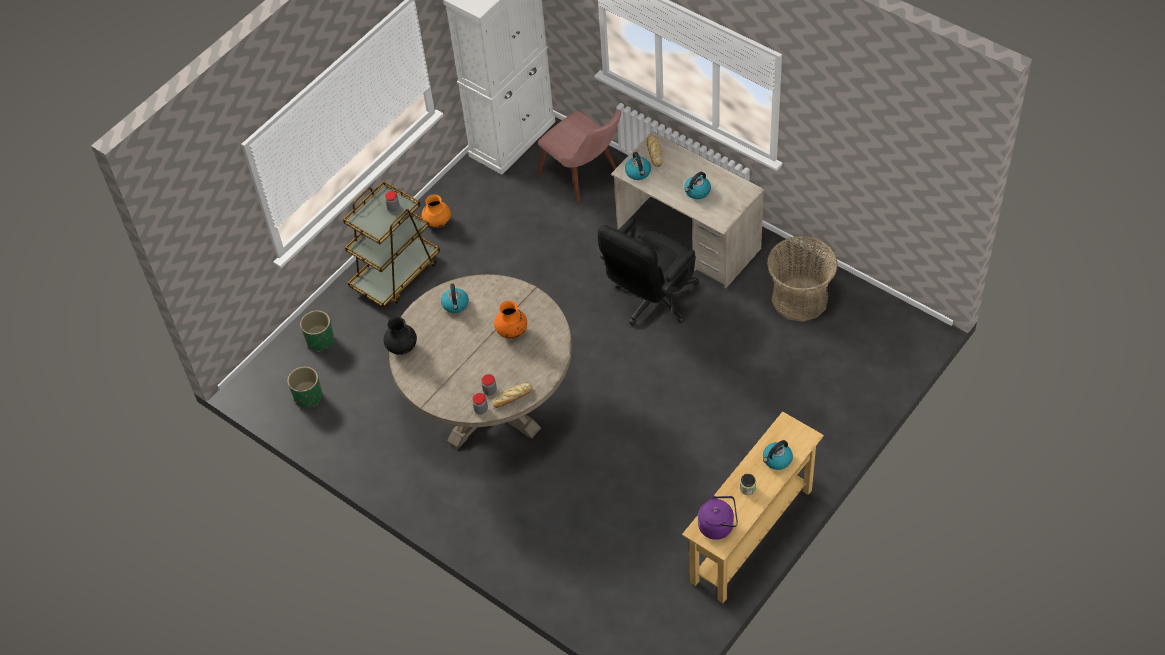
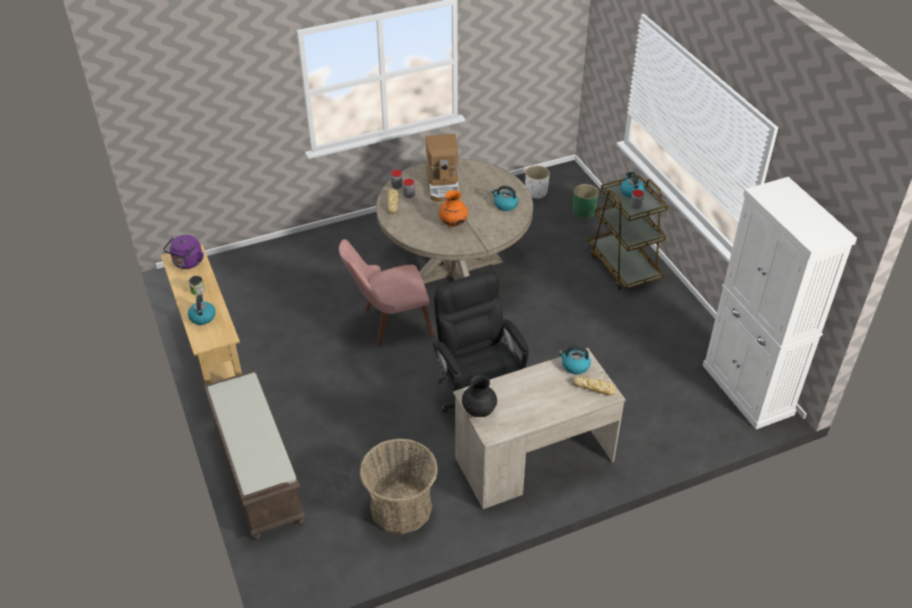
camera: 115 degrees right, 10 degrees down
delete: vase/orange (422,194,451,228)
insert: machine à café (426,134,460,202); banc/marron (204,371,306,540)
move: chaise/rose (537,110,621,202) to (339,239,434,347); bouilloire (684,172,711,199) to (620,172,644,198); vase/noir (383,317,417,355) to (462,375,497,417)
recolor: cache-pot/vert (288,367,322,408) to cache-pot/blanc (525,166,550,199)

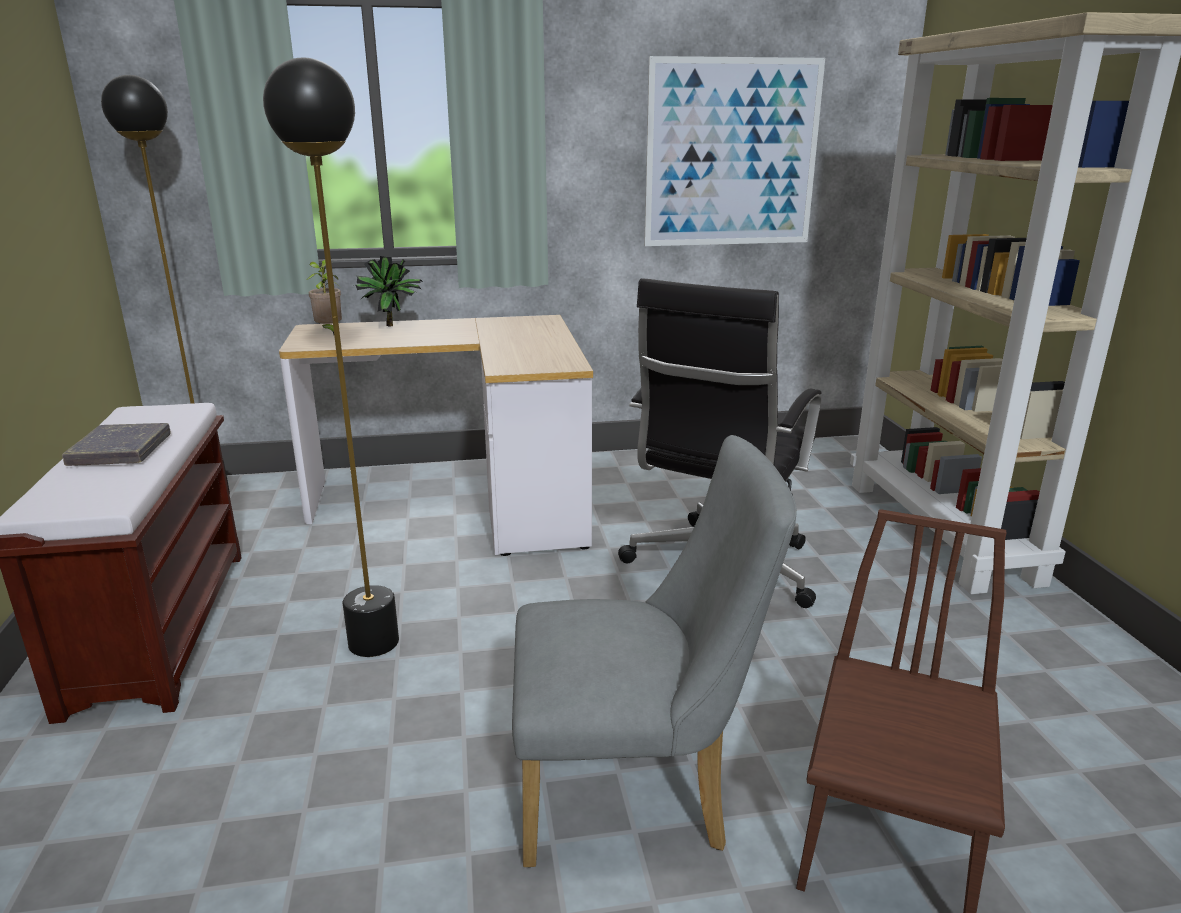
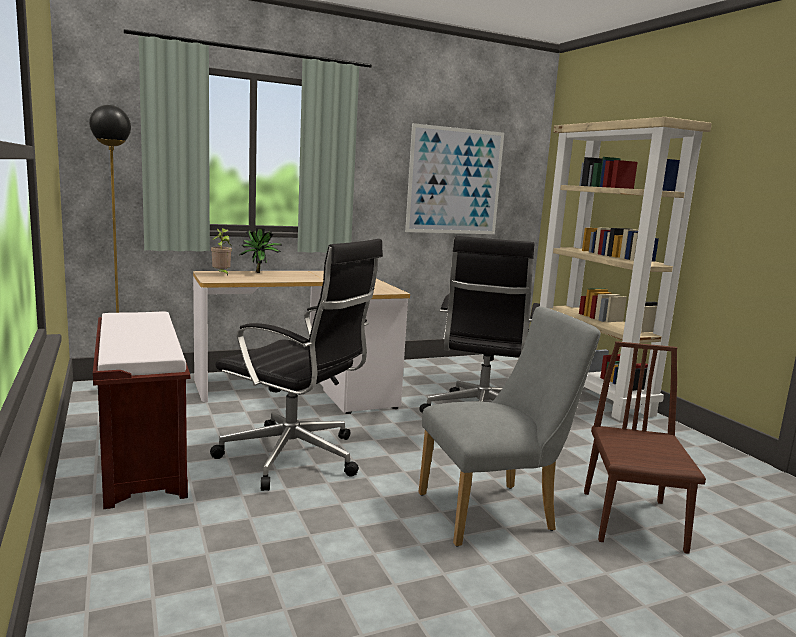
camera: 15 degrees left, 10 degrees down
delete: livre/gris (62,423,171,466)
replace: lampadaire/noir (263,57,399,657) to chaise de bureau/noir (210,239,383,491)

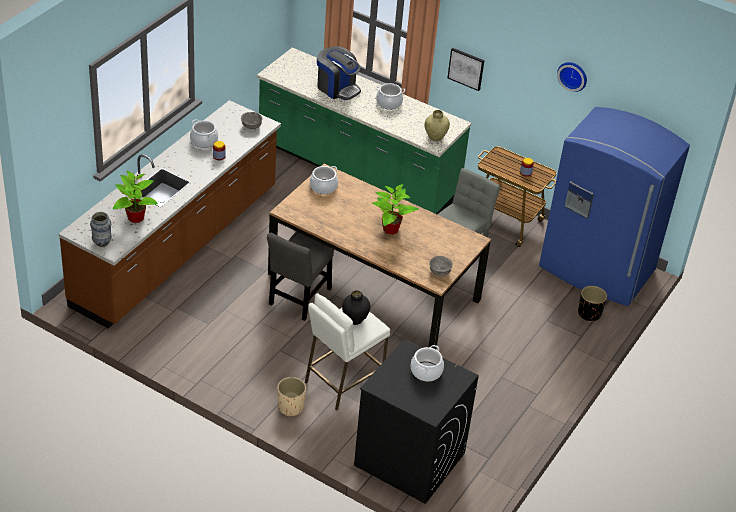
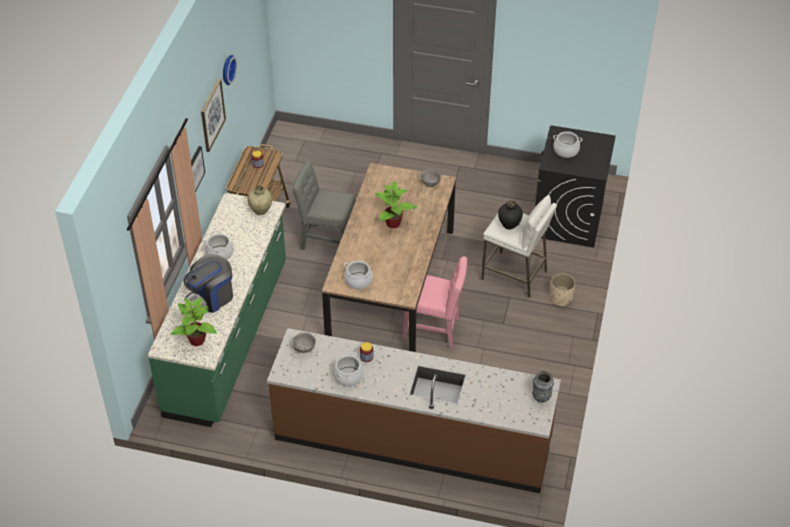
camera: 105 degrees left, 5 degrees up
delete: réfrigérateur/bleu (539,107,690,306); cache-pot/noir (578,286,607,322)
insert: tableau (201,79,226,152)
move: plante en pot (113,171,158,223) to (171,298,217,346)
recolor: chaise/gris (267,232,334,321) to chaise/rose (402,256,467,348)
rotate: machine à café (317,46,361,100) = (184,254,233,313) 150 degrees counterclockwise

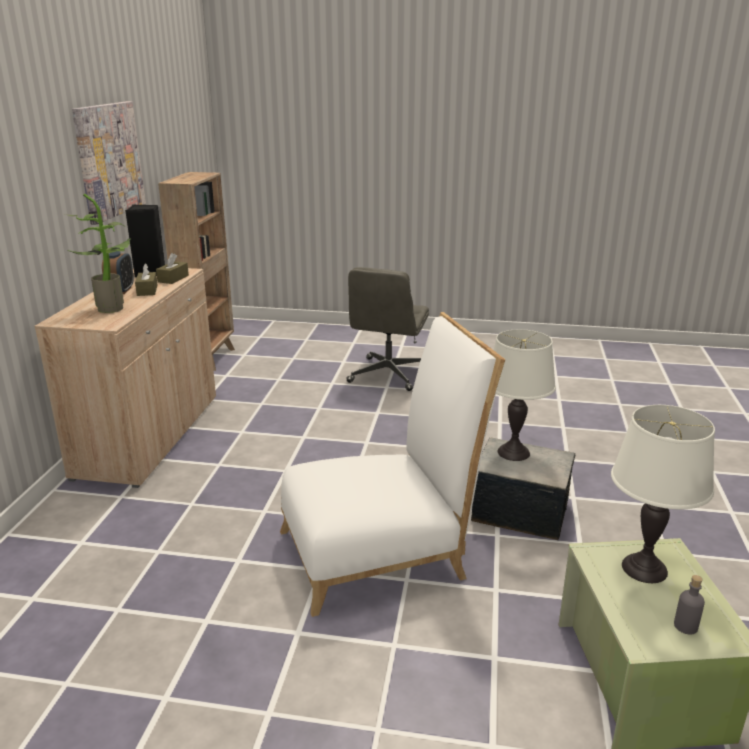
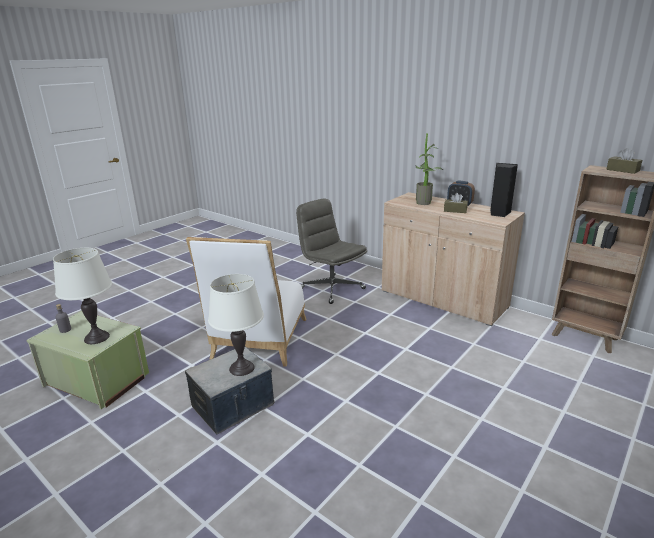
camera: 120 degrees right, 0 degrees up
delete: tableau (72,101,146,225)
move: boîte à mouchoirs/marron (156,253,189,284) to (606,148,642,174); chaise de bureau/gris (346,267,429,391) to (296,199,367,304)

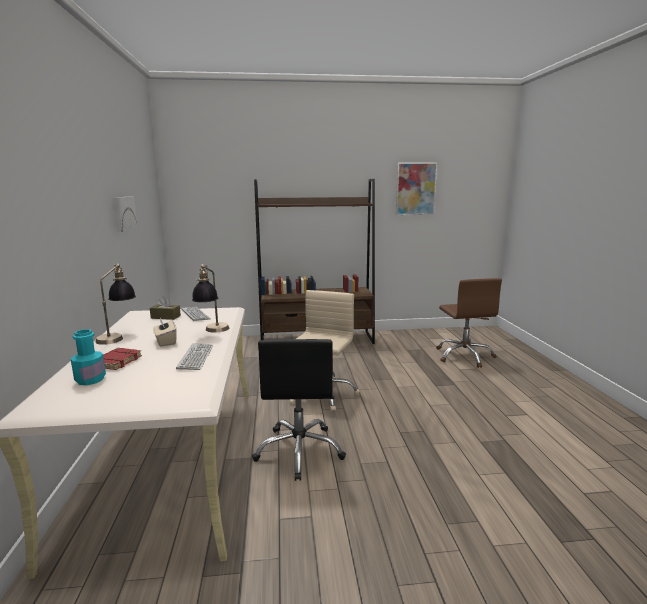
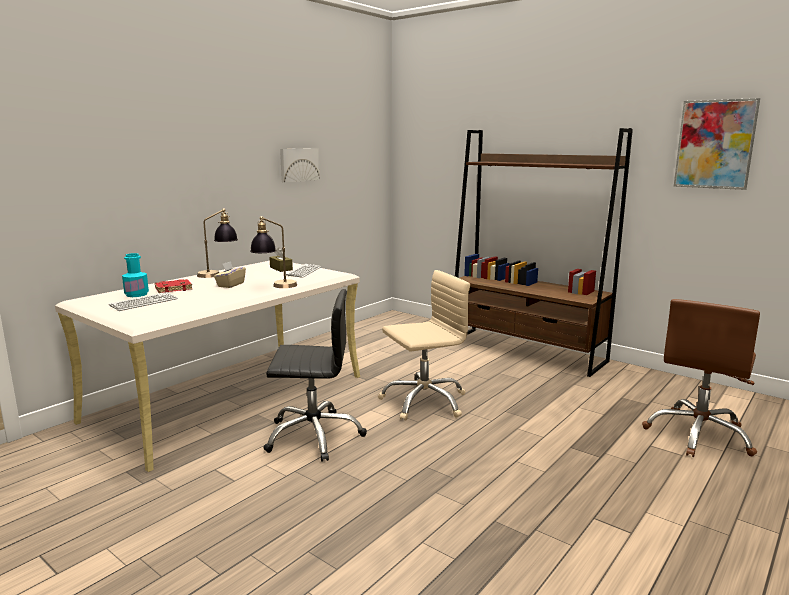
camera: 45 degrees right, 0 degrees up
move: clavier (176,343,213,370) to (109,292,178,311)
rotate: chaise de bureau/noir (252,339,346,481) = (263,289,367,461) 135 degrees counterclockwise

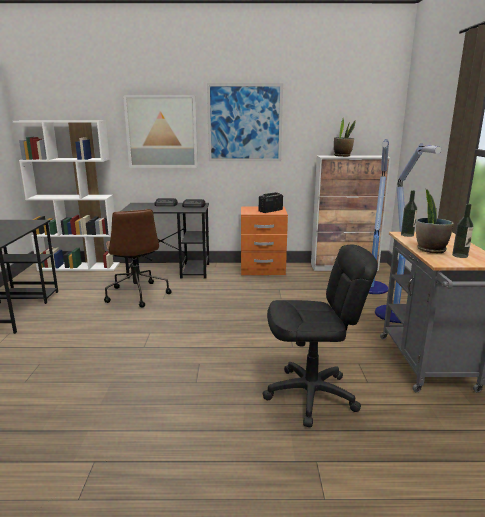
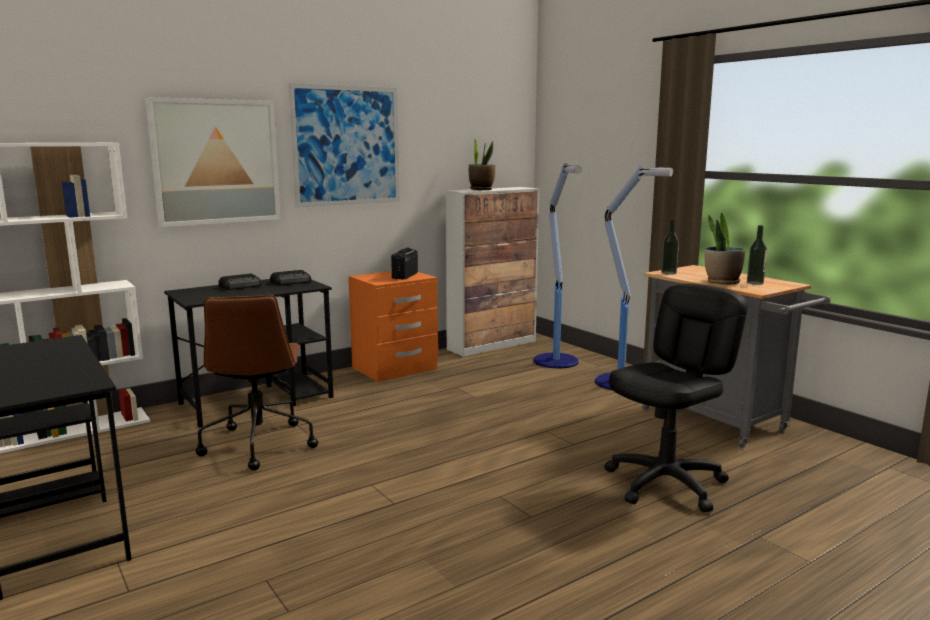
camera: 35 degrees left, 5 degrees down
rotate: chaise de bureau/marron (104,209,172,308) = (195,295,318,470) 45 degrees clockwise

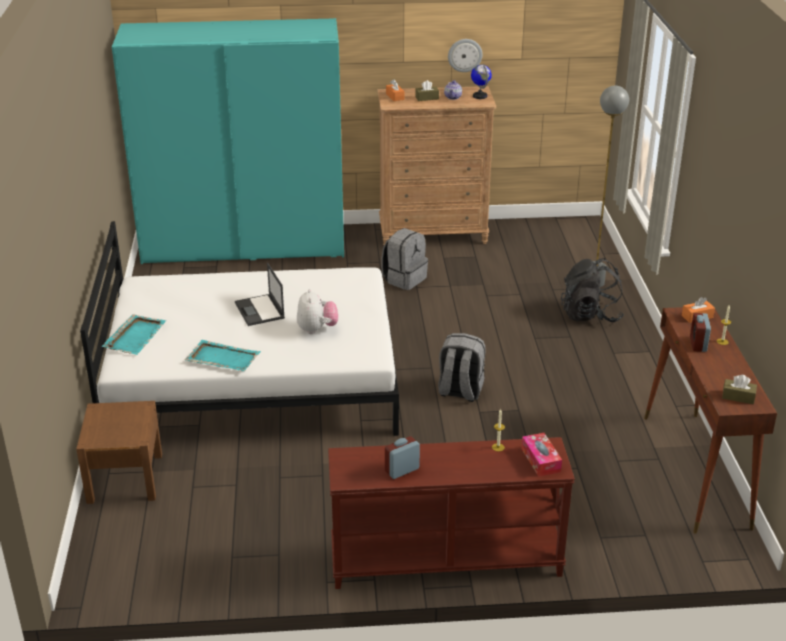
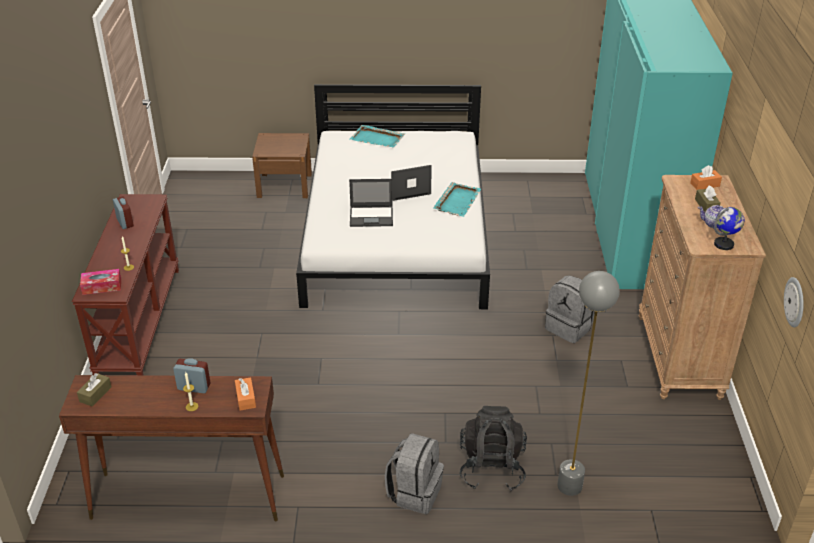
camera: 95 degrees right, 5 degrees up
move: horloge murale (448,39,482,72) to (784,277,804,327); sac à dos/gris (438,333,485,402) to (385,433,444,514); plateau/turquoise (185,340,261,371) to (433,182,481,217)
replace: peluche (297,289,338,334) to ordinateur portable (349,179,393,227)

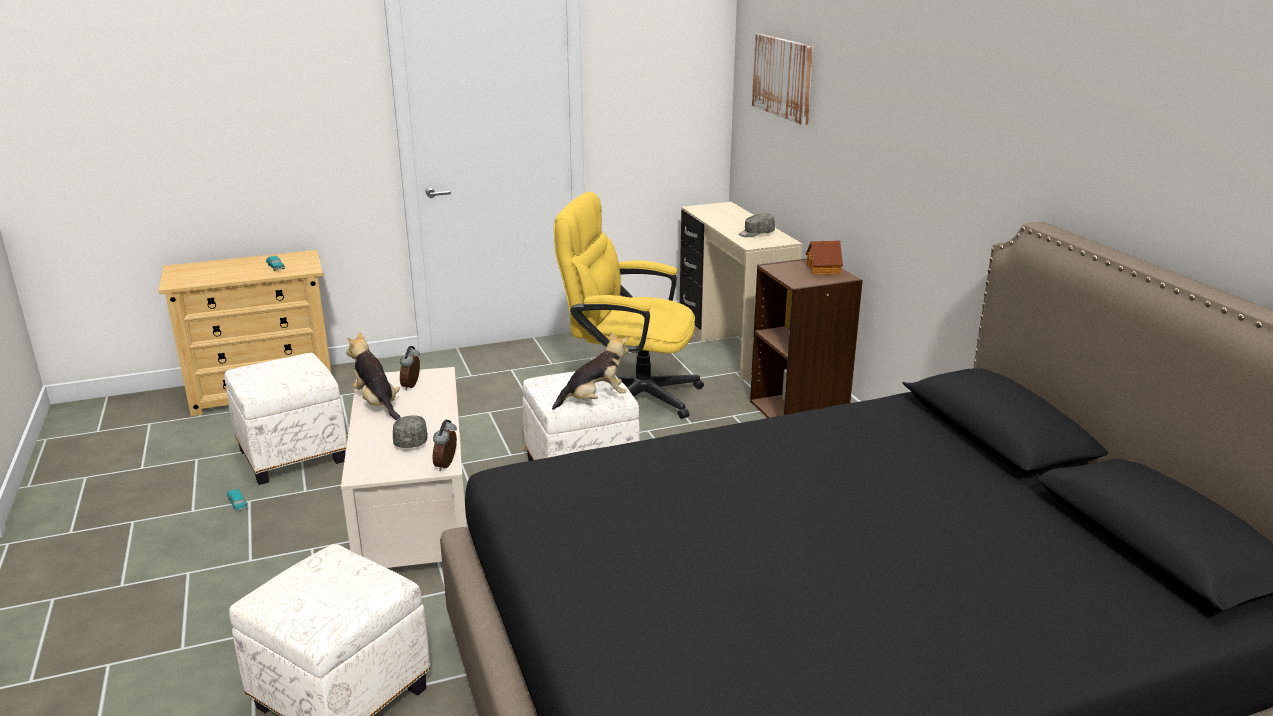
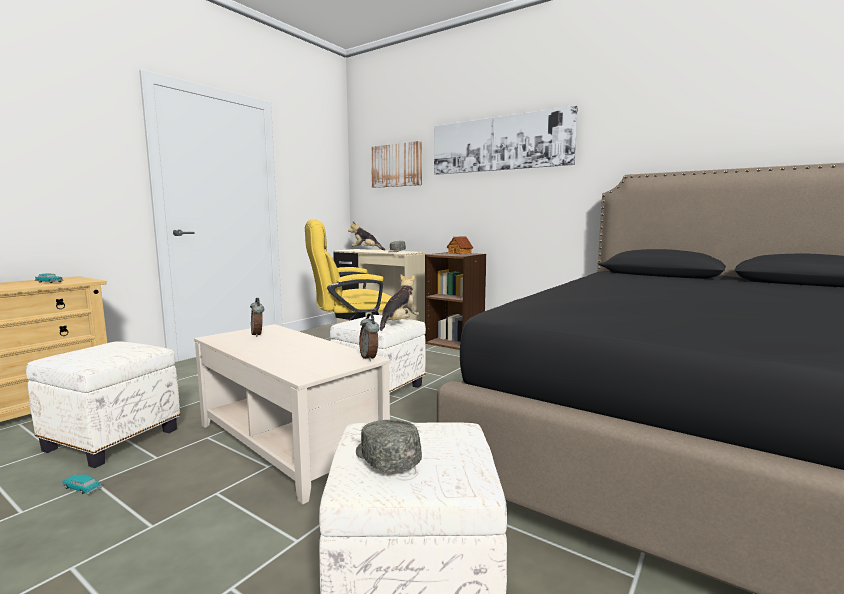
camera: 35 degrees left, 15 degrees down
insert: tableau (434,106,578,175)
move: peluche (346,332,401,420) to (348,222,385,251); casquette/gris (393,415,428,448) to (356,420,422,472)

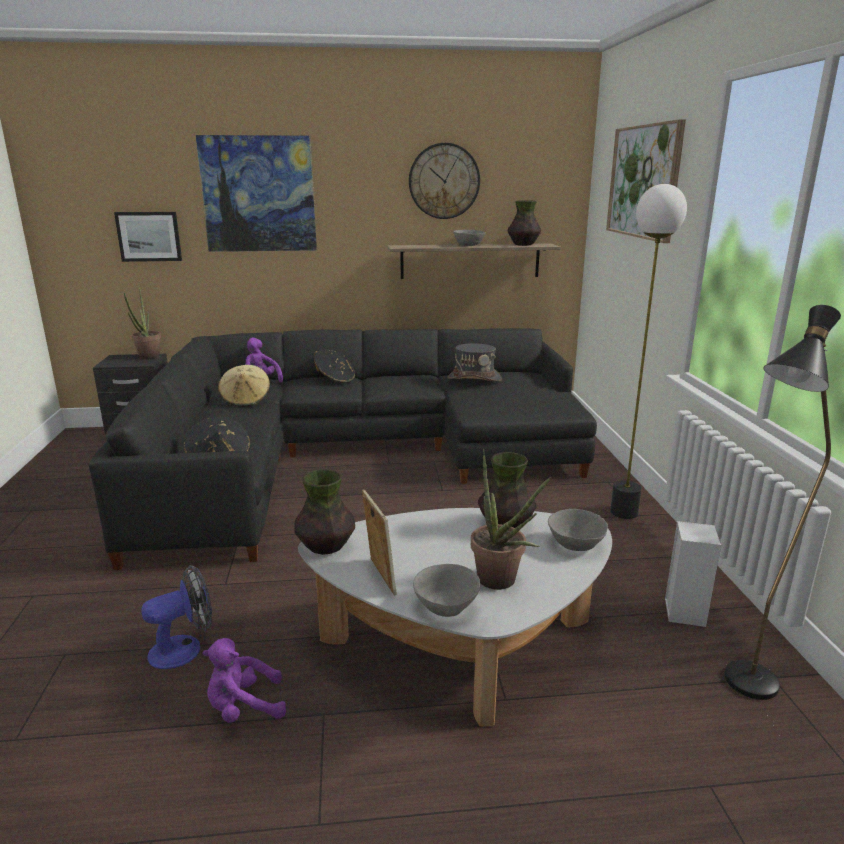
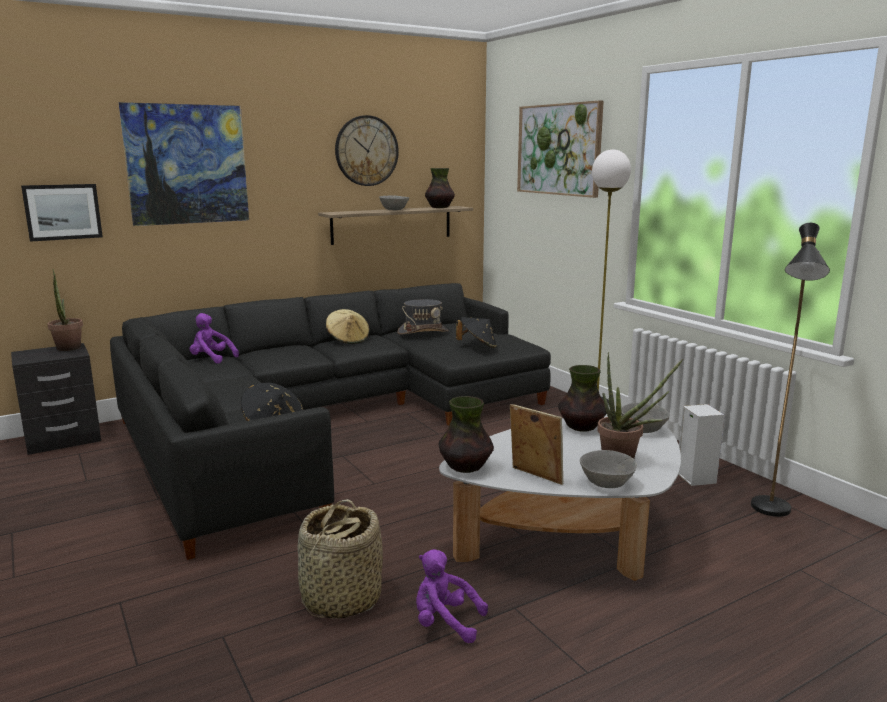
camera: 25 degrees left, 5 degrees down
move: chapeau/noir (314,349,355,383) to (456,317,496,348); chapeau/beige (218,365,270,407) to (326,309,370,344)
replace: ventilateur (141,565,212,669) to panier (298,499,383,619)
rotate: peluche/violet (202,638,286,723) = (416,549,488,643) 60 degrees clockwise

